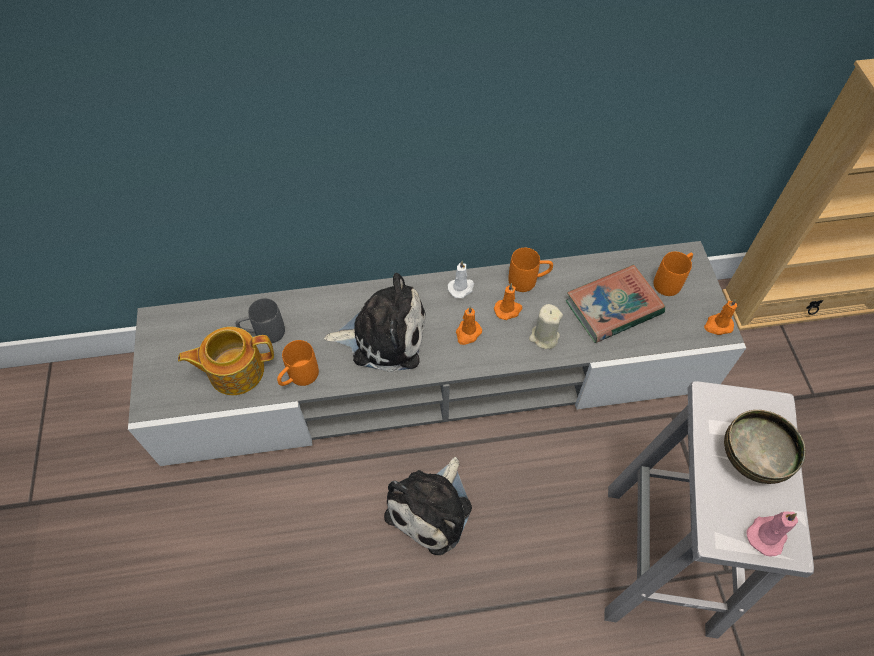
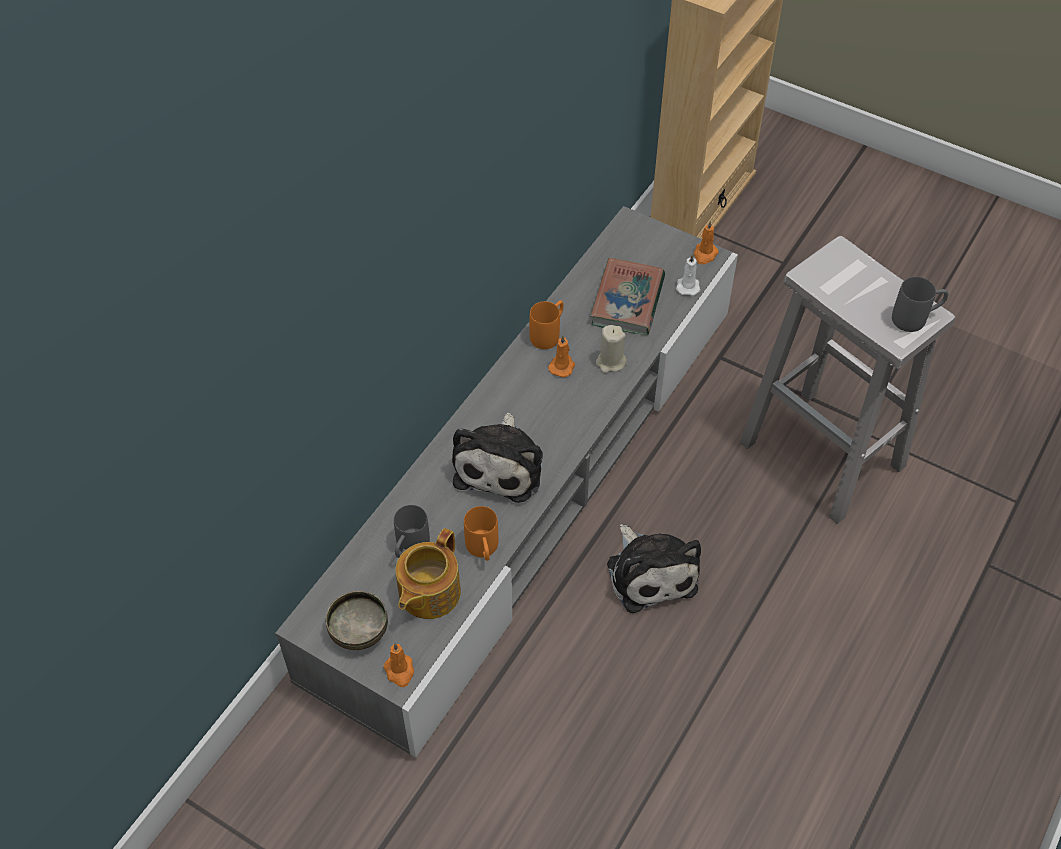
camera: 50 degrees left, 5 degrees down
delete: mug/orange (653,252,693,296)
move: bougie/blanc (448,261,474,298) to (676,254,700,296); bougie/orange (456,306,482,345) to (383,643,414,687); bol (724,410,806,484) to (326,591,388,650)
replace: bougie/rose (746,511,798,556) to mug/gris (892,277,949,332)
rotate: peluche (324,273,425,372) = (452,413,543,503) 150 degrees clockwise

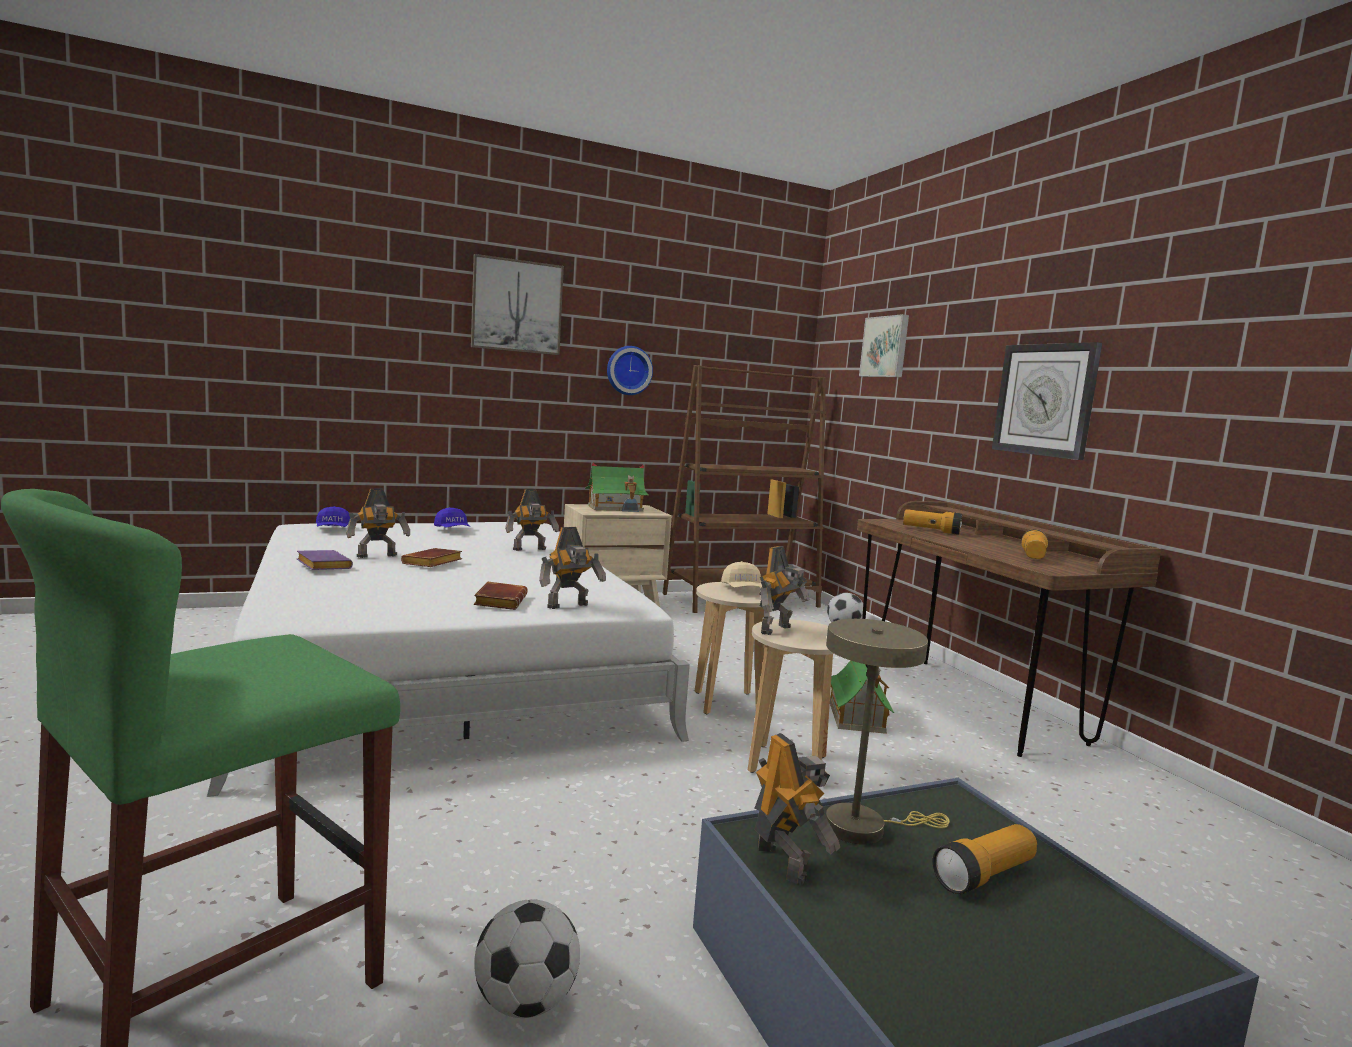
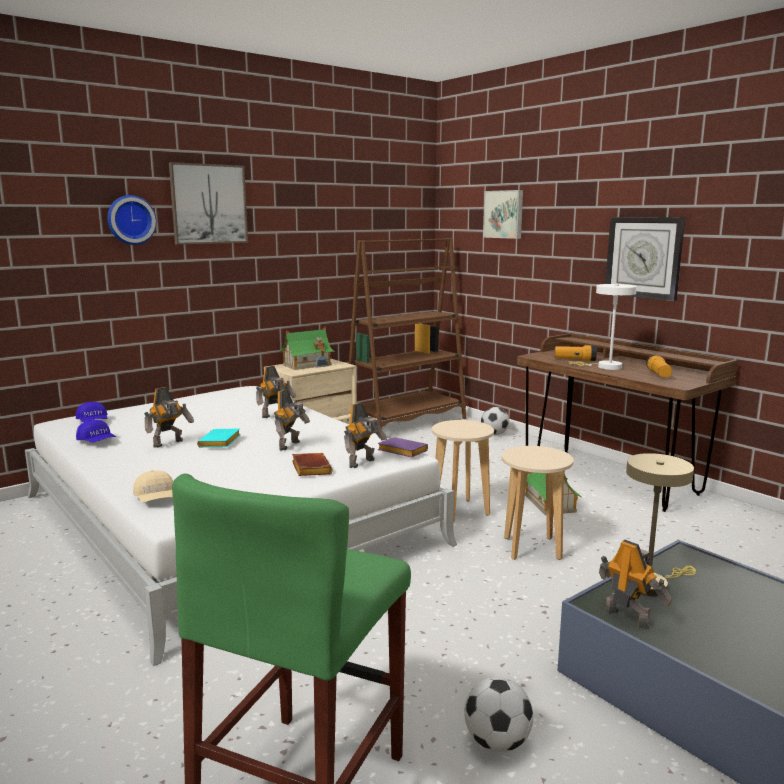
camera: 15 degrees left, 5 degrees up
delete: lampe de poche (932,824,1037,894)
insert: lampe de table/blanc (568,284,637,370)
move: horloge murale (607,346,653,395) to (107,195,156,245); casquette/bleu (434,507,470,528) to (76,420,116,443); robot jouet (759,546,810,635) to (274,389,310,451); livre/violet (297,550,353,570) to (378,437,428,457); casquette/beige (721,561,762,588) to (133,470,173,502)
recolor: livre/marron (401,548,462,567) to livre/turquoise (197,429,241,448)

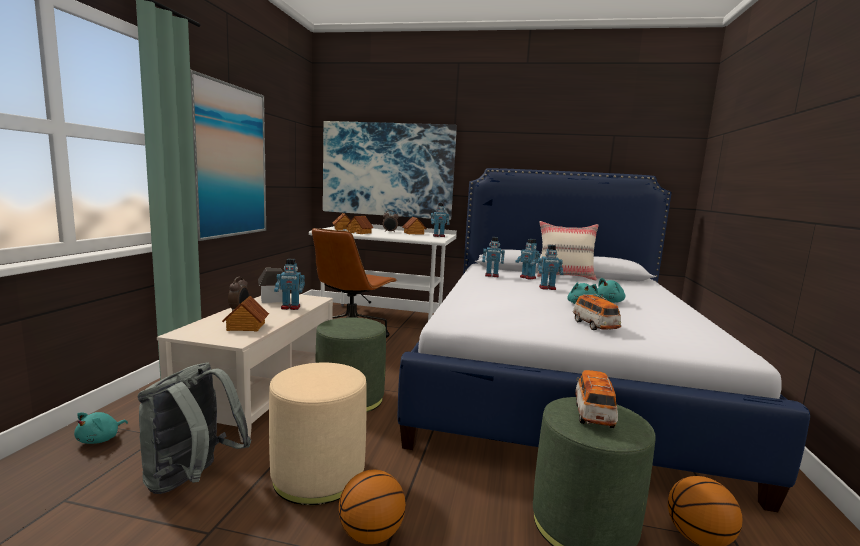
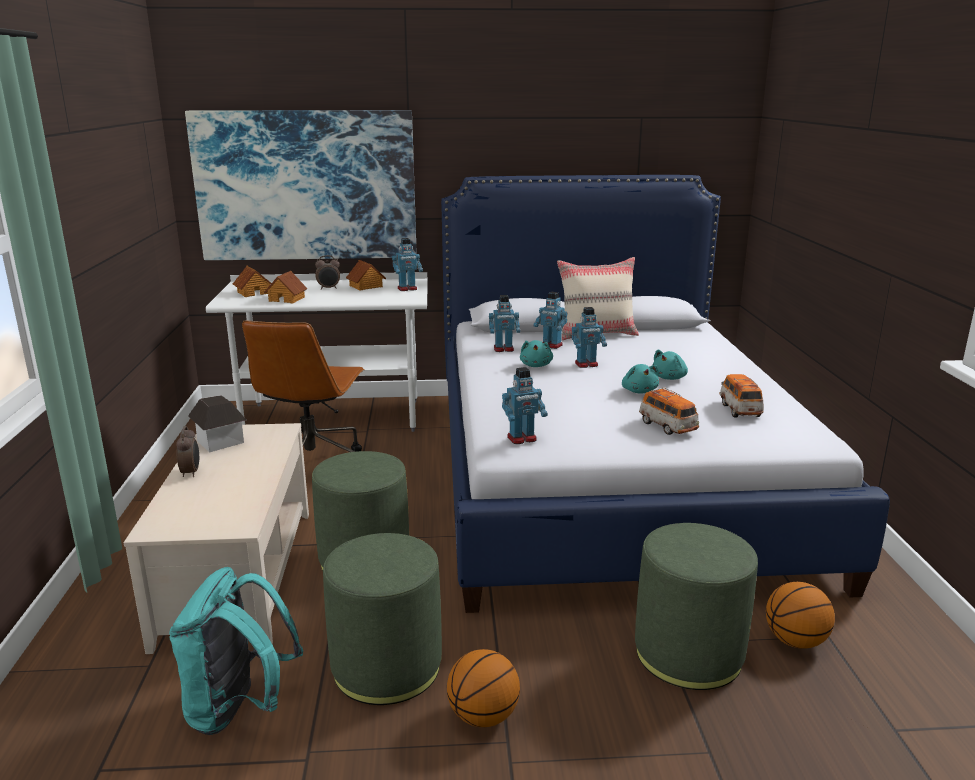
camera: 15 degrees left, 10 degrees up
delete: tableau (190,70,266,241); maison miniature (222,296,269,332)
move: robot jouet (274,259,305,310) to (502,367,548,444); petite voiture (575,370,618,428) to (720,374,764,417); peluche/turquoise (74,412,128,444) to (520,340,553,367)
recolor: sac à dos/gris (138,362,251,494) to sac à dos/turquoise (169,567,303,735); pouf/beige (269,363,367,505) to pouf/vert (323,533,442,705)

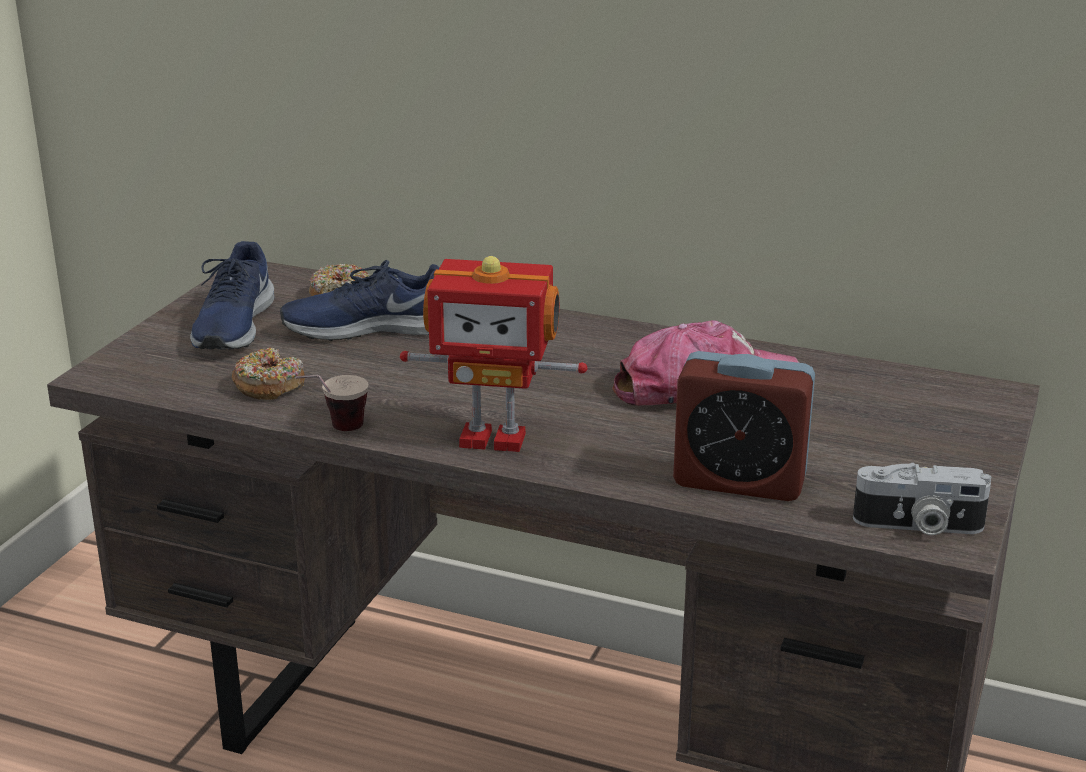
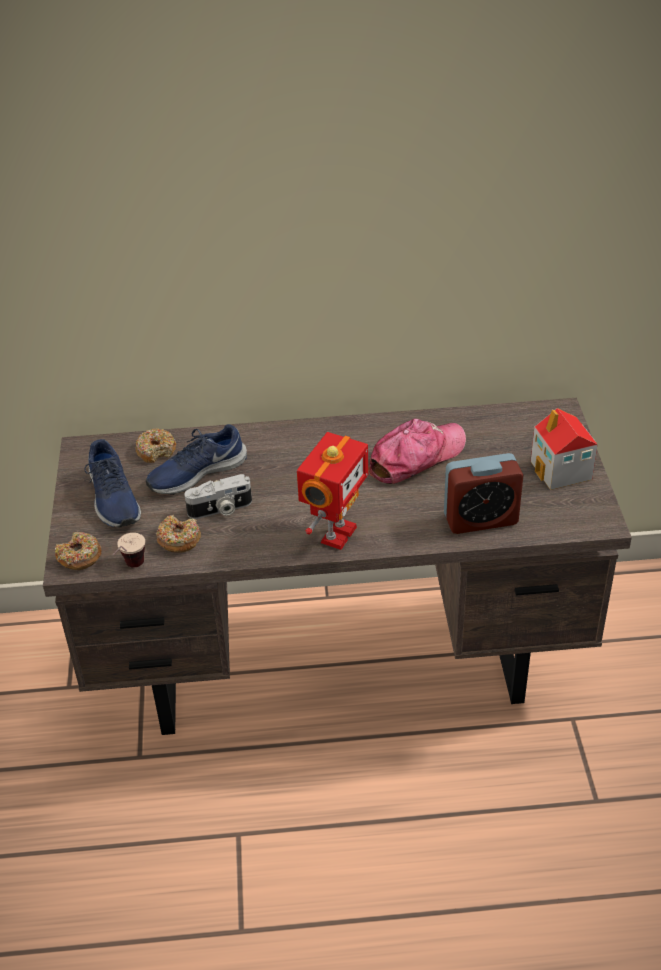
camera: 25 degrees left, 15 degrees up
insert: maison miniature (531,408,598,490); beignet (55,532,102,570)
move: tasse (295,375,368,431) to (113,533,145,568); appareil photo (853,463,991,535) to (184,474,252,519)
rotate: robot jouet (400,256,588,452) = (297,432,368,550) 45 degrees counterclockwise

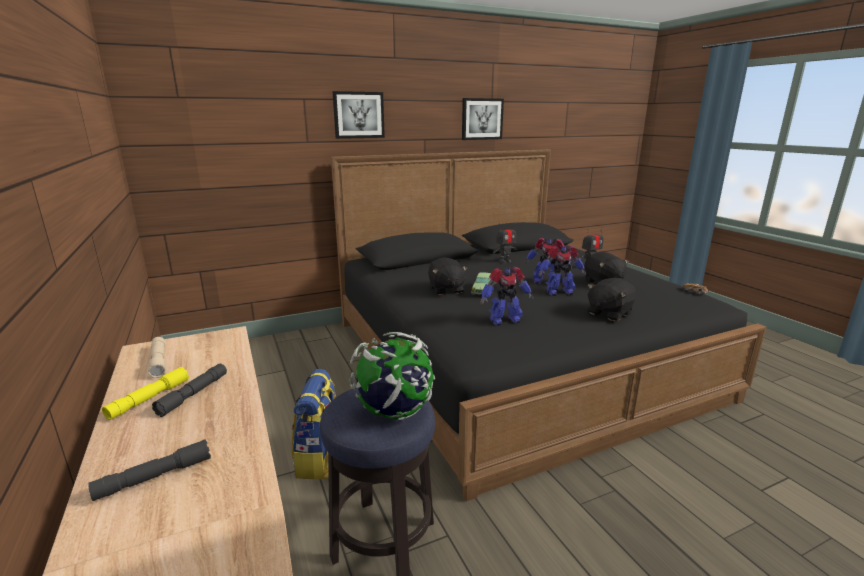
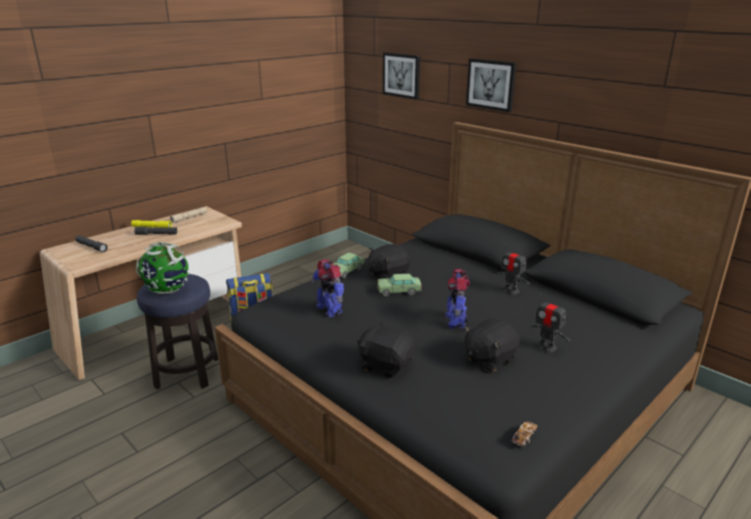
camera: 70 degrees right, 5 degrees up
delete: robot jouet (539,246,586,296)
insert: petite voiture (334,253,365,278)
move: tableau (462,98,504,140) to (383,52,420,100)

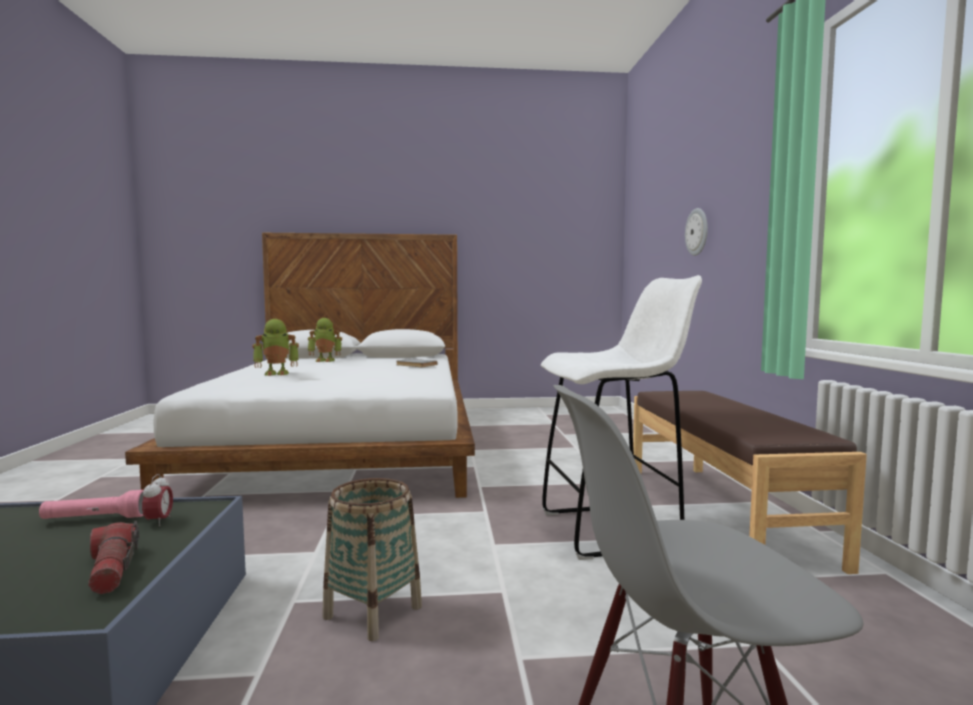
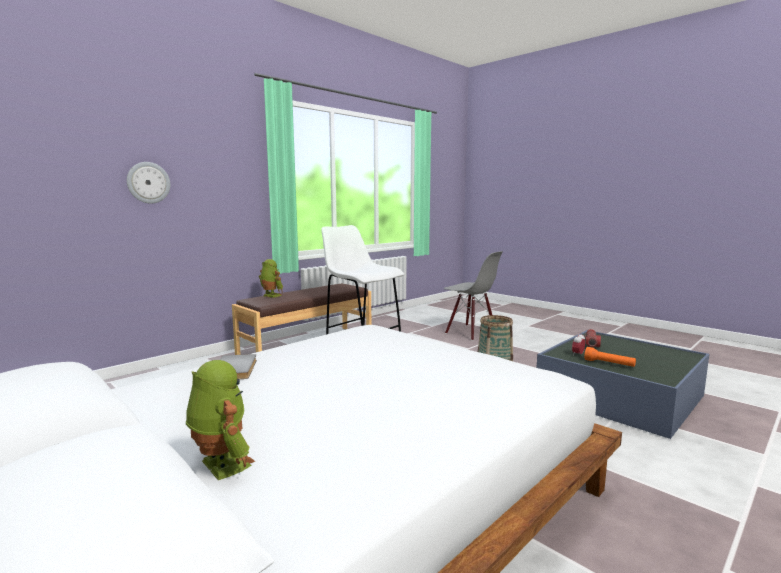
camera: 130 degrees left, 5 degrees up
move: robot jouet (253,319,299,376) to (259,259,283,298)
recolor: lampe de poche/rose (39,490,144,519) to lampe de poche/orange (584,347,636,367)

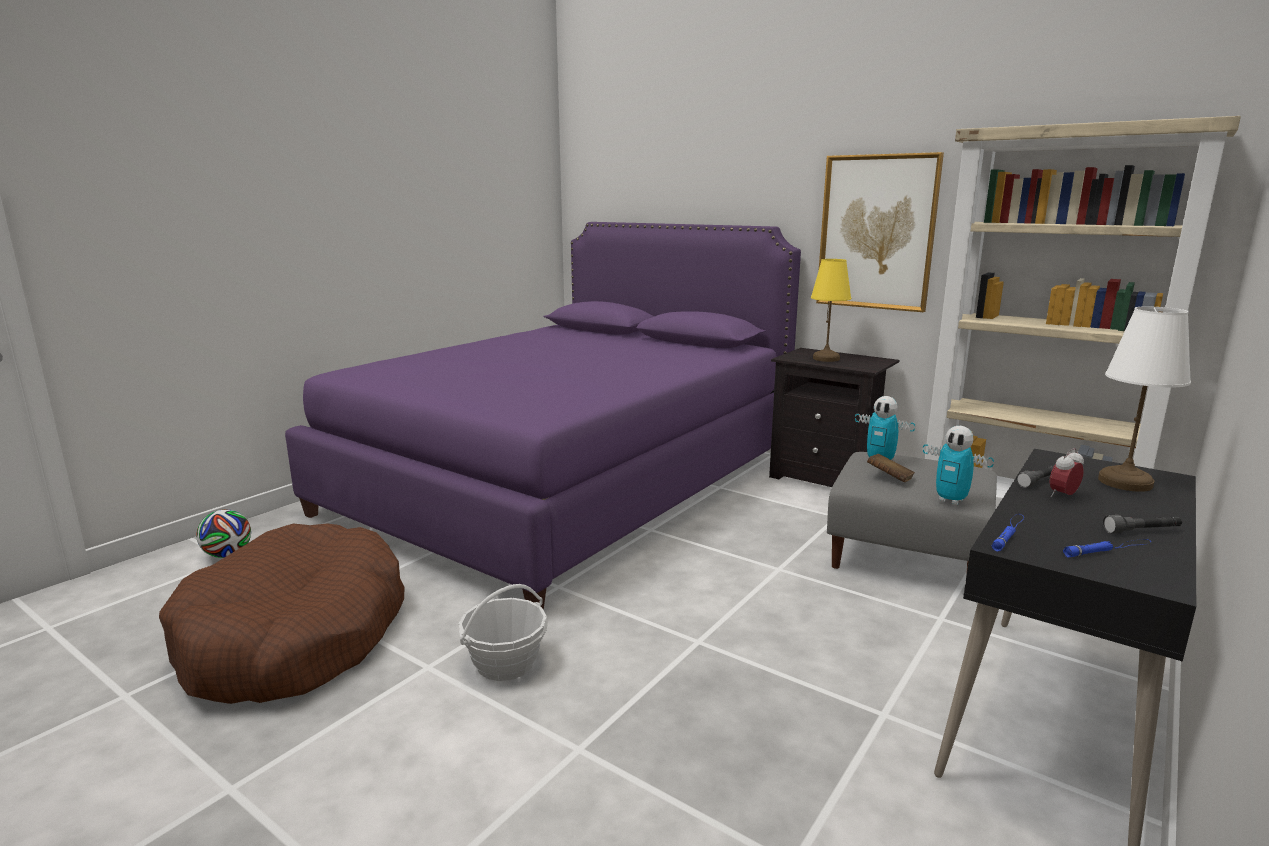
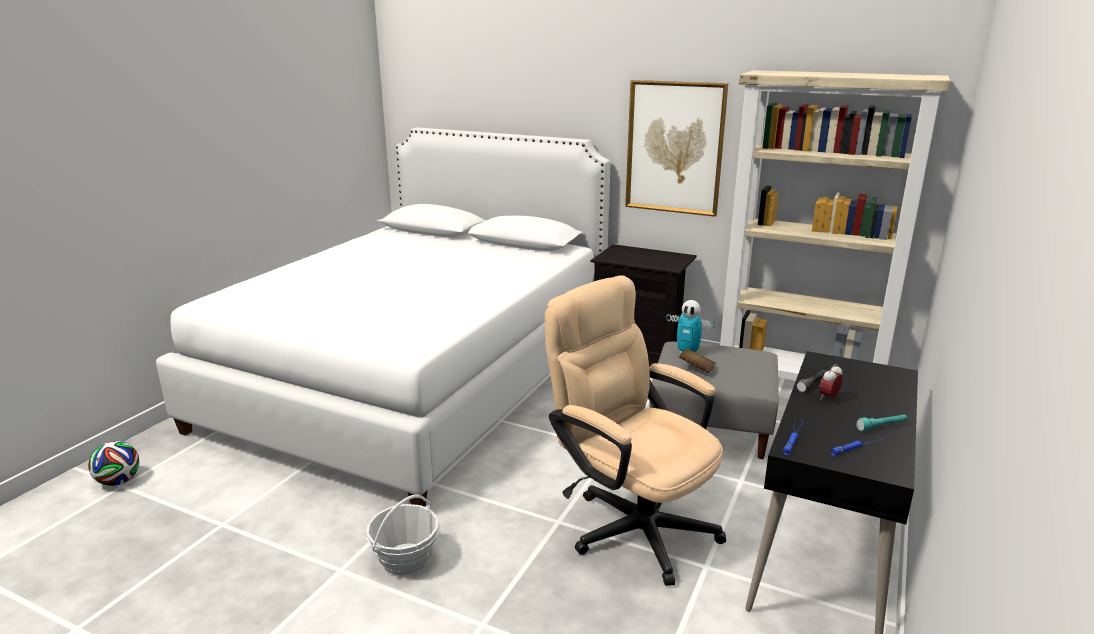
camera: 10 degrees left, 5 degrees up
delete: lampe de table/jaune (811,259,851,362); lampe de table/blanc (1098,306,1191,492); robot jouet (923,426,994,505); panier pour chien/marron (159,523,404,704)
insert: chaise de bureau/beige (545,275,726,586)
recolor: lit/violet (285,222,801,610) to lit/blanc (156,127,611,507); lampe de poche/gris (1103,515,1182,534) to lampe de poche/turquoise (856,415,907,431)

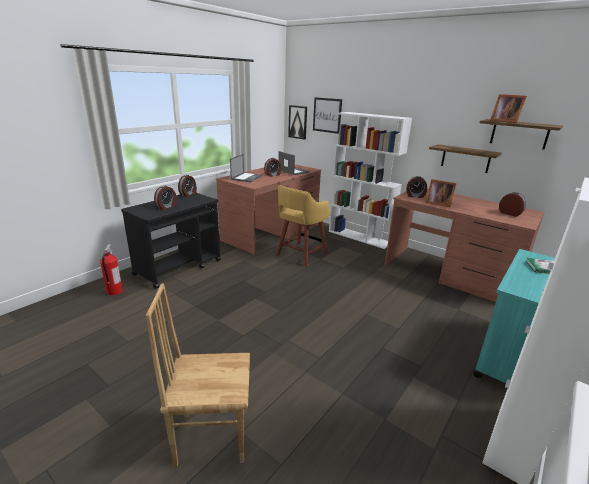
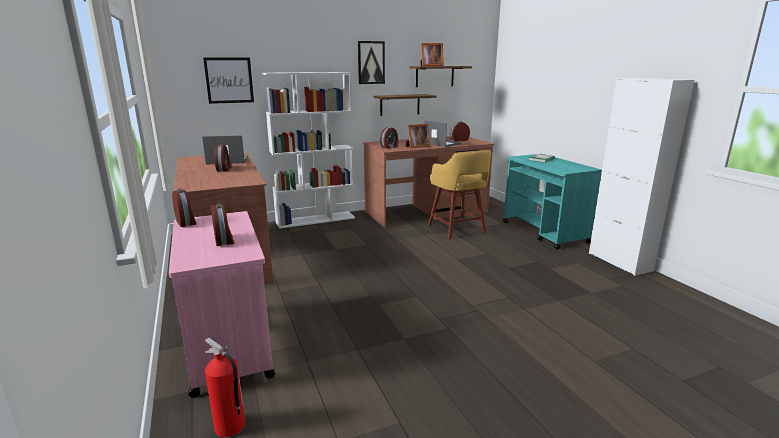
camera: 60 degrees left, 5 degrees down
delete: chaise/marron (146,283,250,467)
move: tableau (288,105,307,140) to (358,41,385,84); ordinateur portable (230,154,262,182) to (424,121,462,147); tabouret/jaune (277,185,330,267) to (428,150,491,239)
recolor: chariot/noir (121,193,221,289) to chariot/rose (169,211,275,398)

